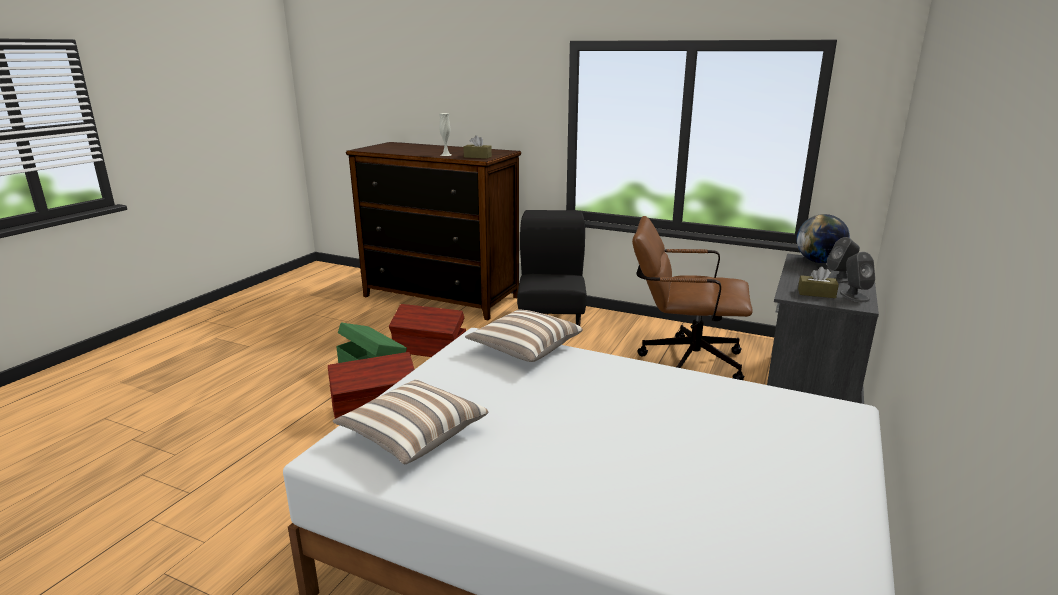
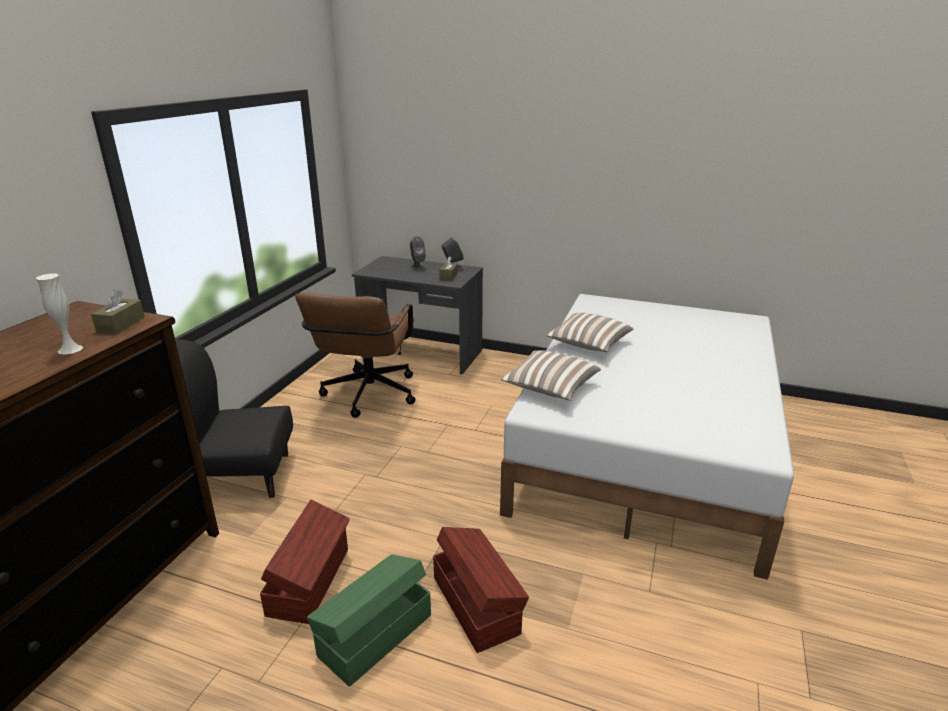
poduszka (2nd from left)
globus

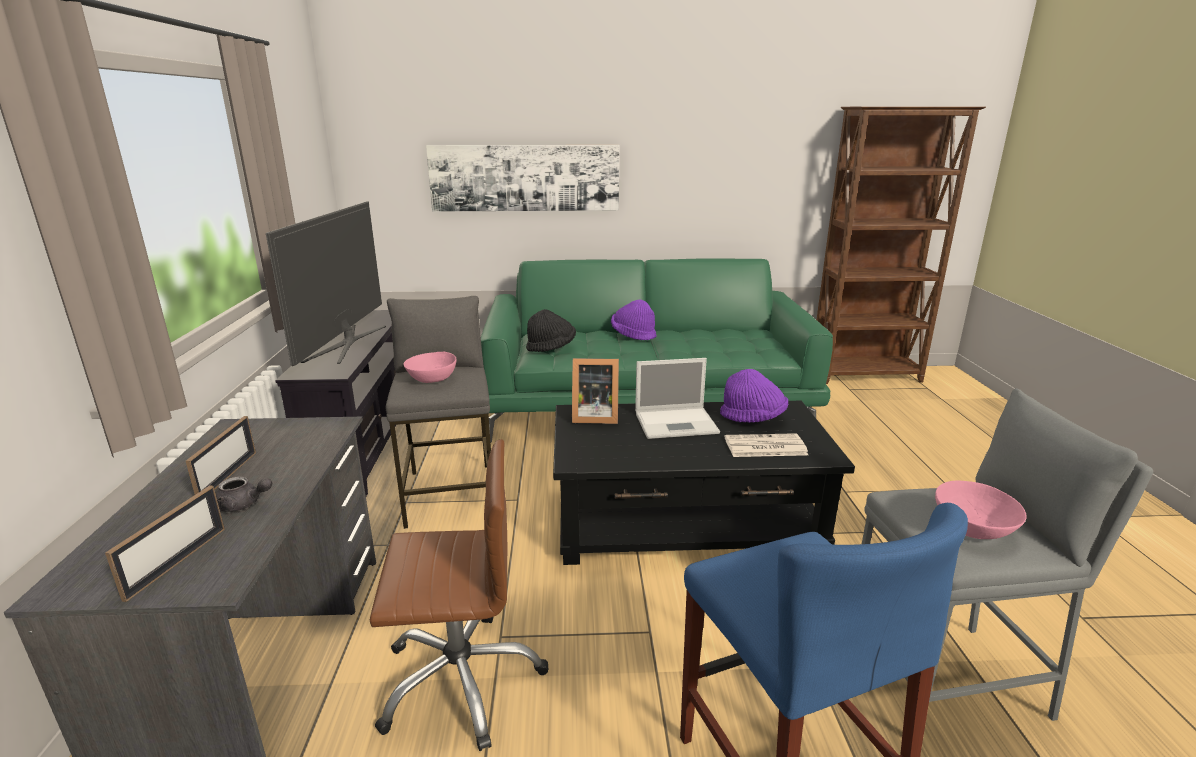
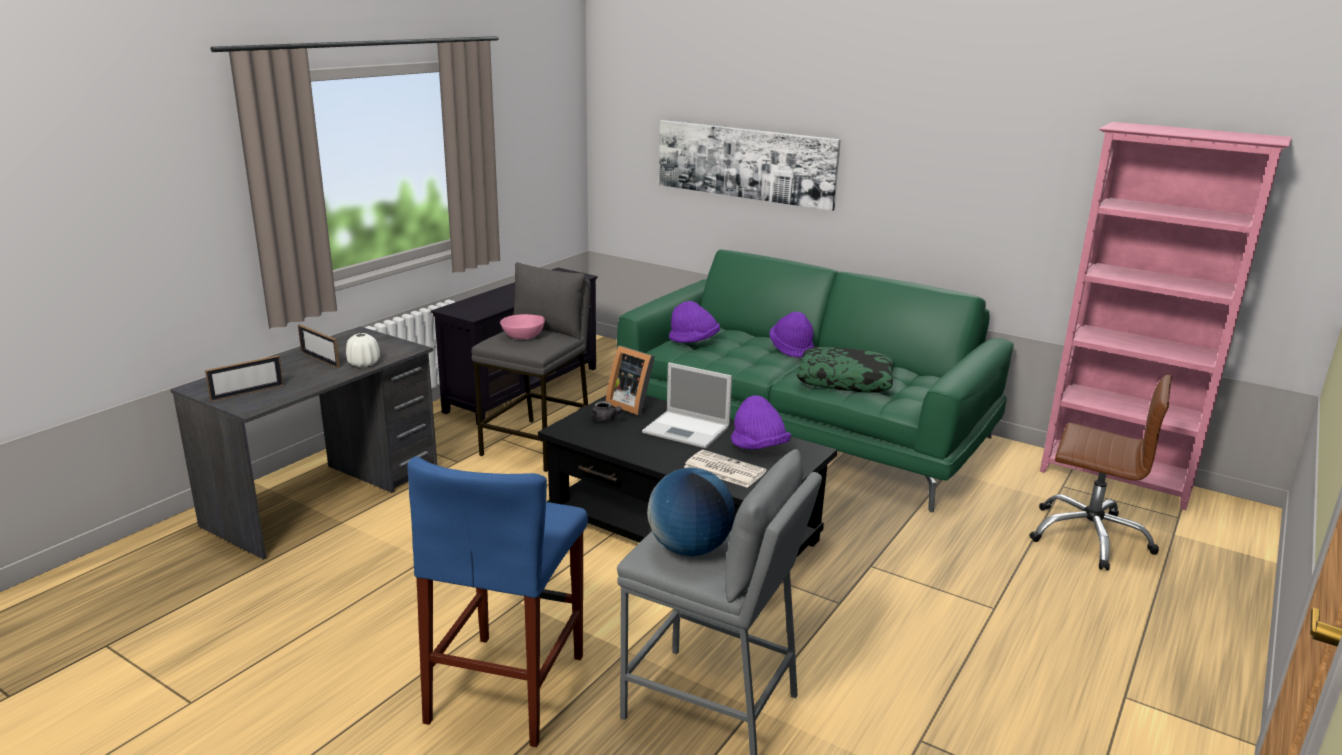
ramka na zdjęcie (2nd from left)
imbryk/szary
telewizor
krzesło biurowe/brązowy
kapelusz/fioletowy (1st from left)
regał/różowy
globus
wazon/biały
poduszka

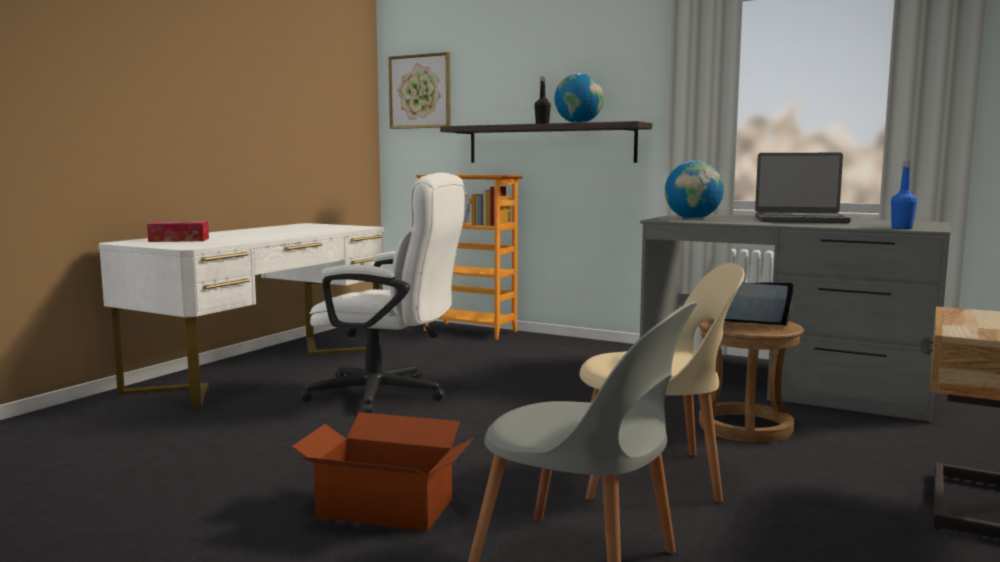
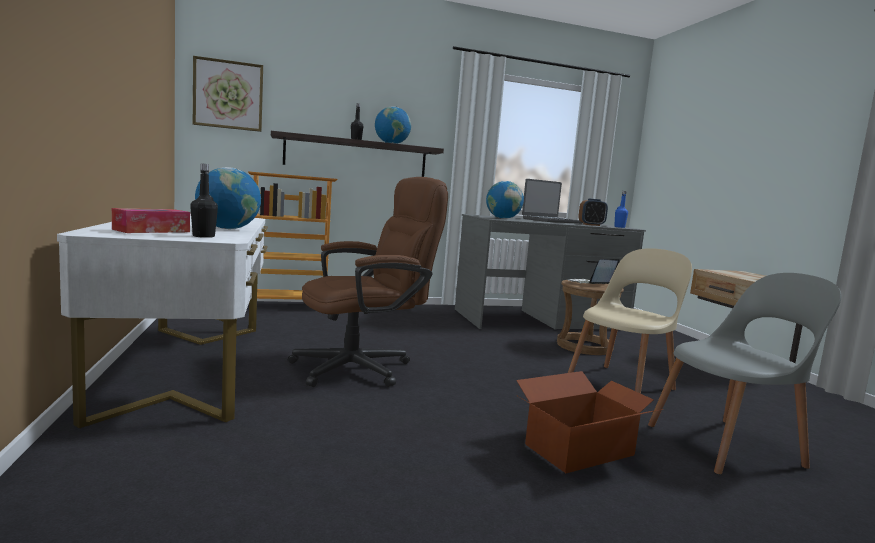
krzesło biurowe/brązowy
butelka/czarny (1st from left)
globus (1st from left)
budzik

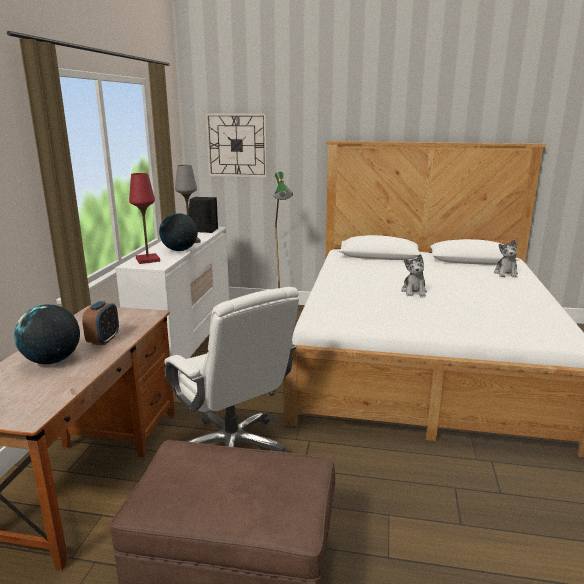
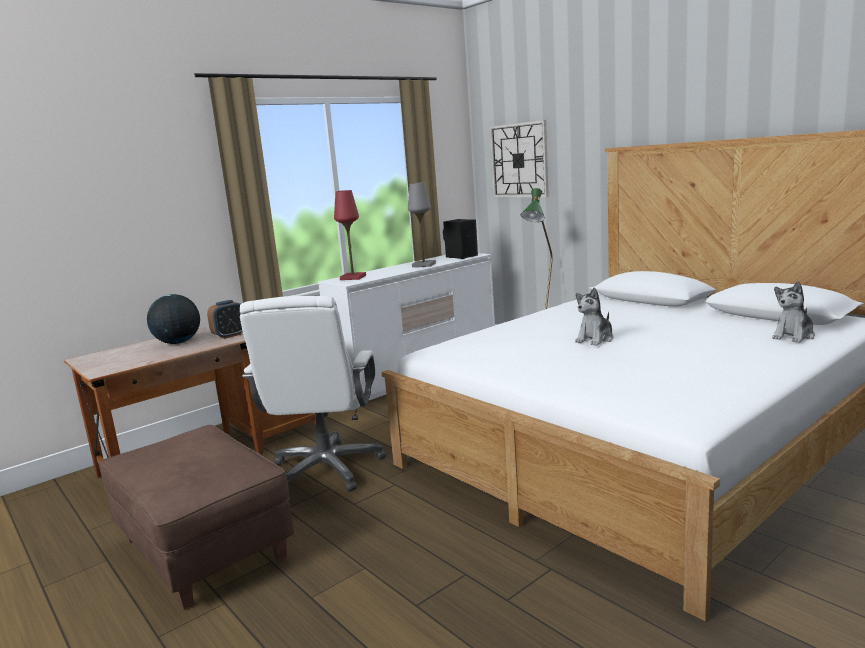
globus (2nd from left in the first image)

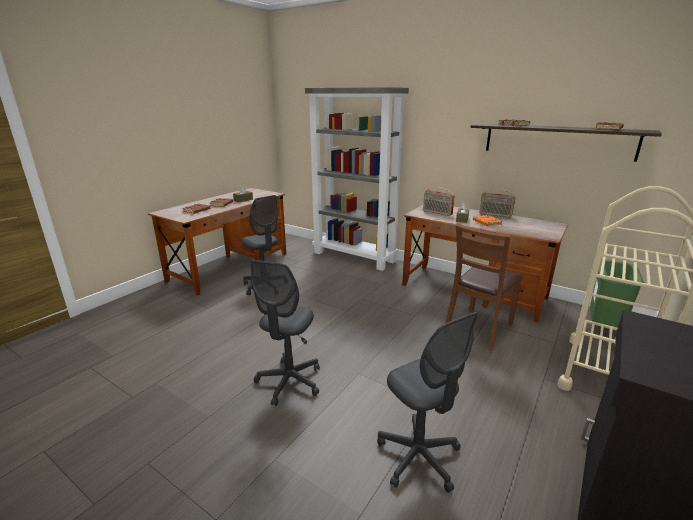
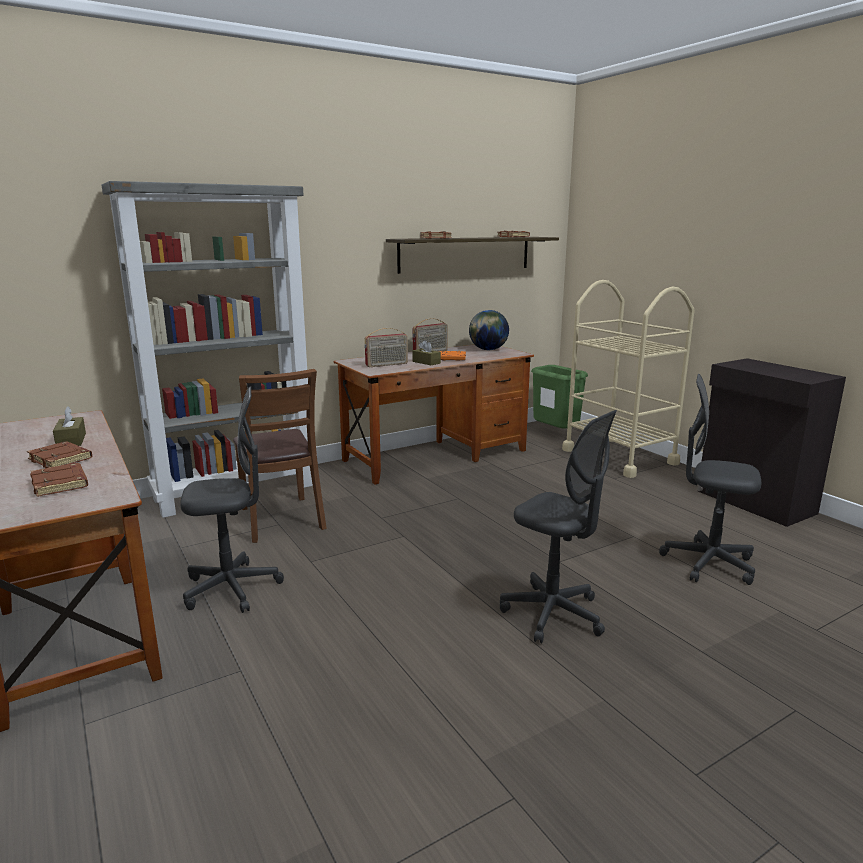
krzesło biurowe/szary (3rd from left)
krzesło/brązowy
globus

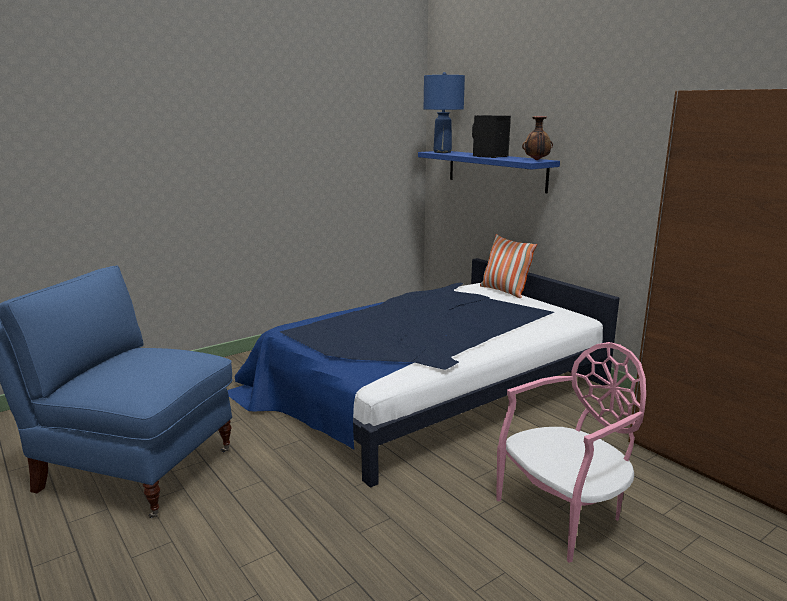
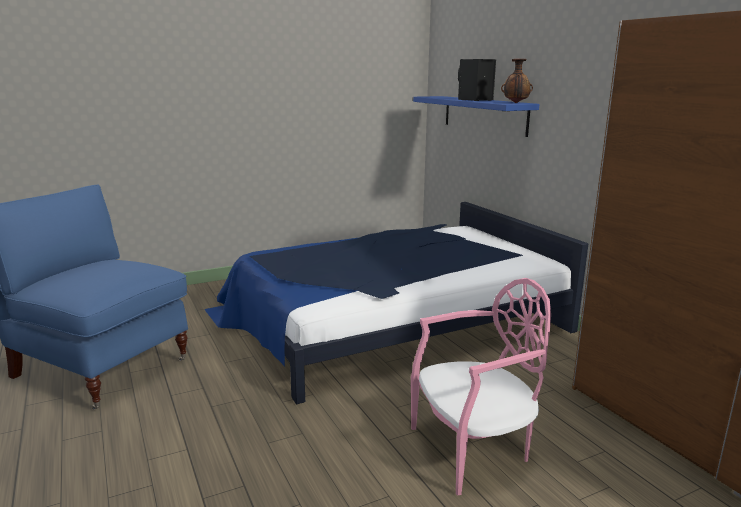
lampa stołowa/niebieski
poduszka

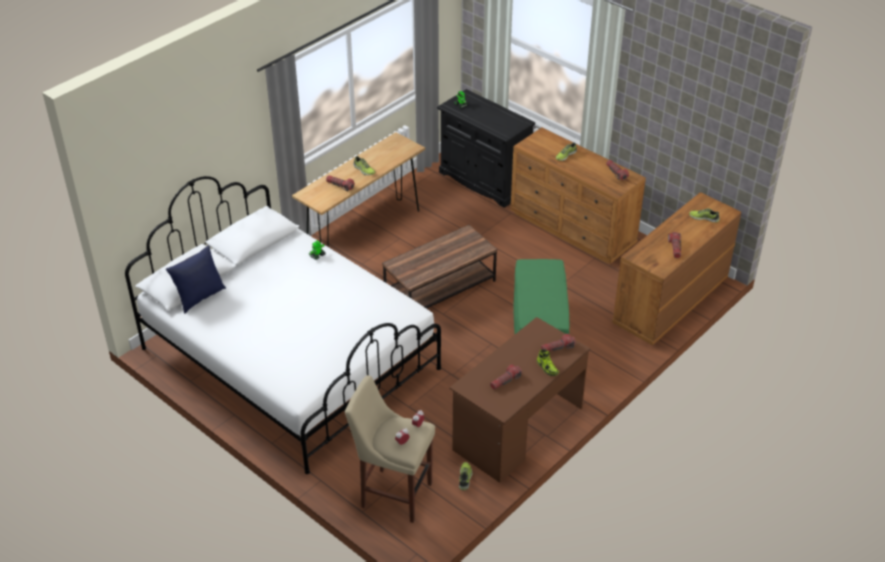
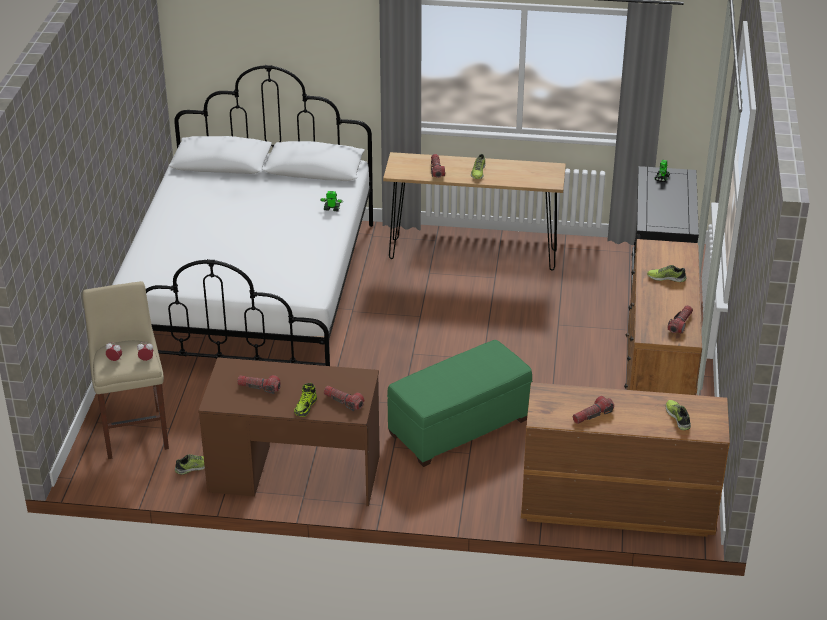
poduszka/niebieski
ława/brązowy

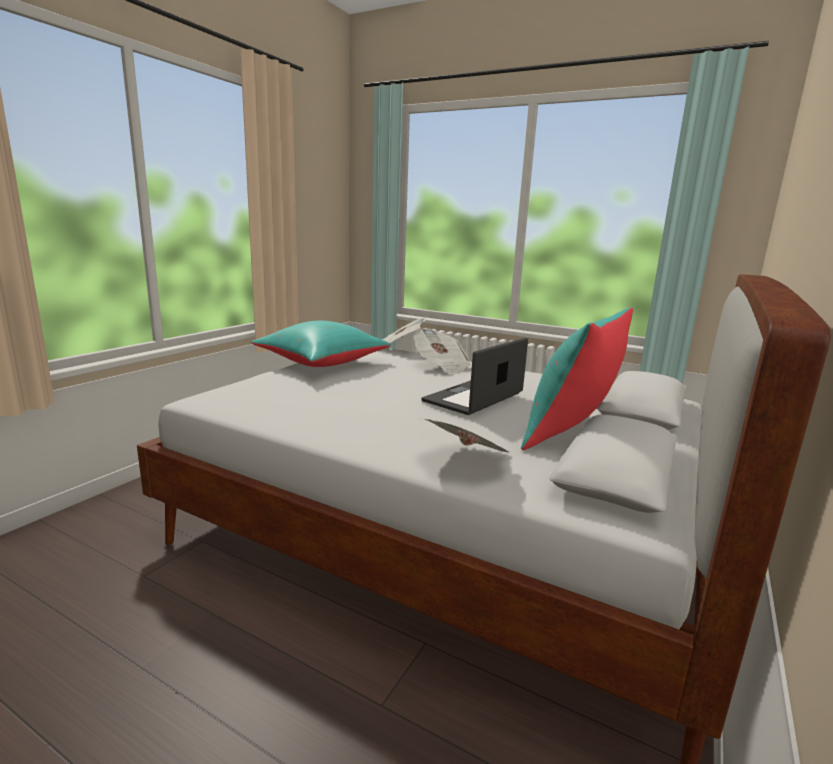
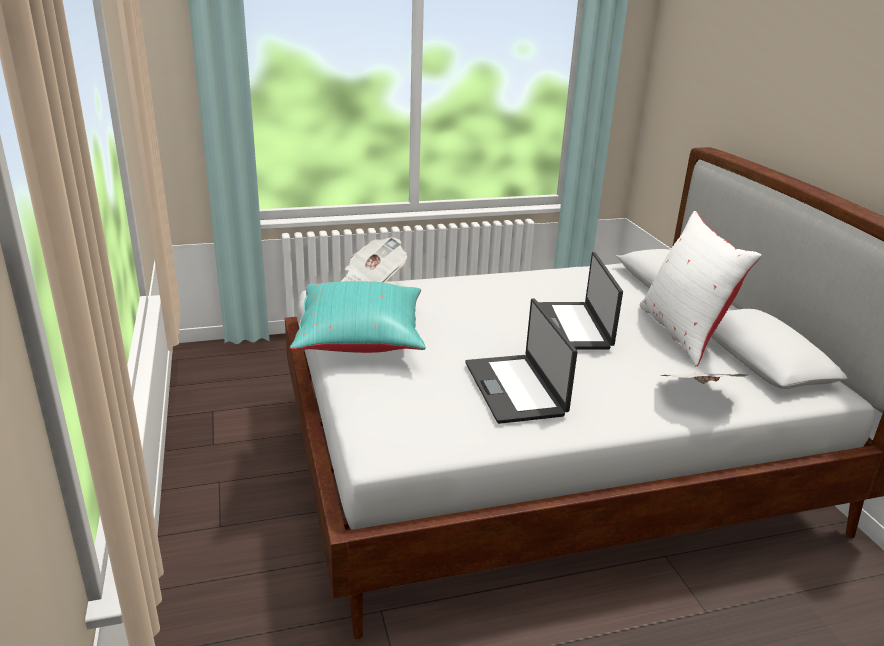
gazeta (2nd from left in the first image)
poduszka/biały
laptop (1st from left)

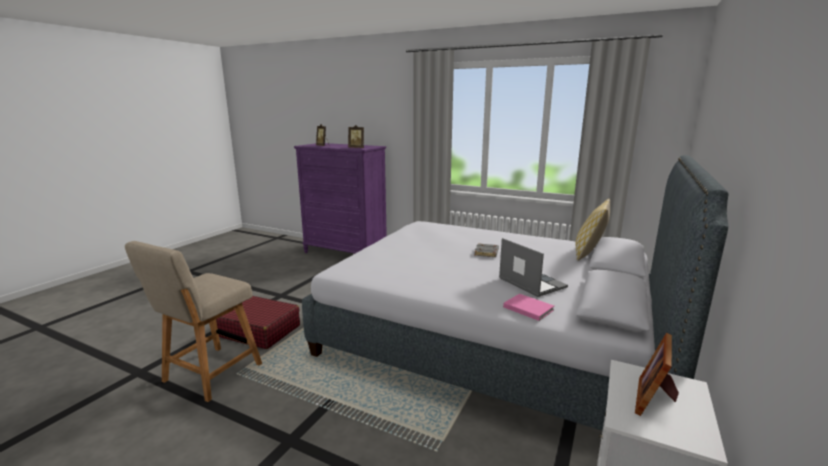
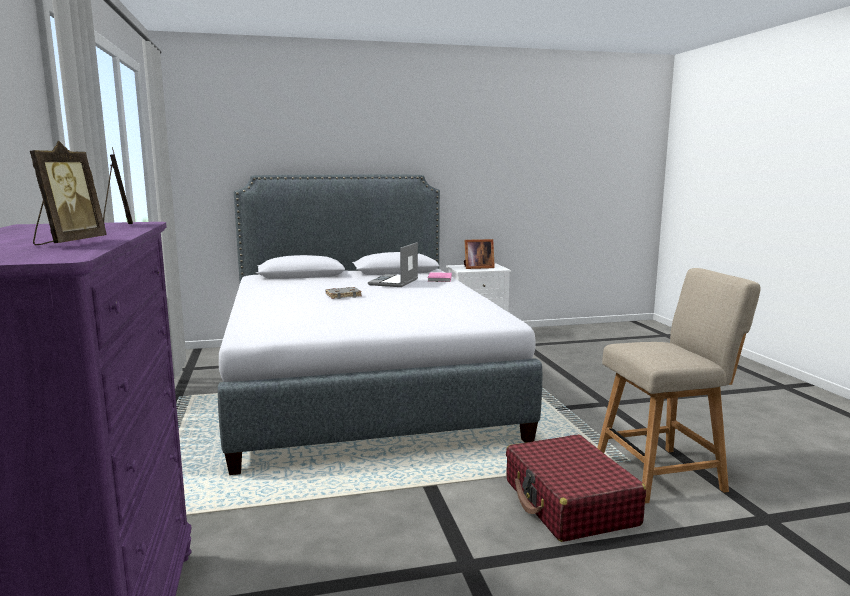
poduszka

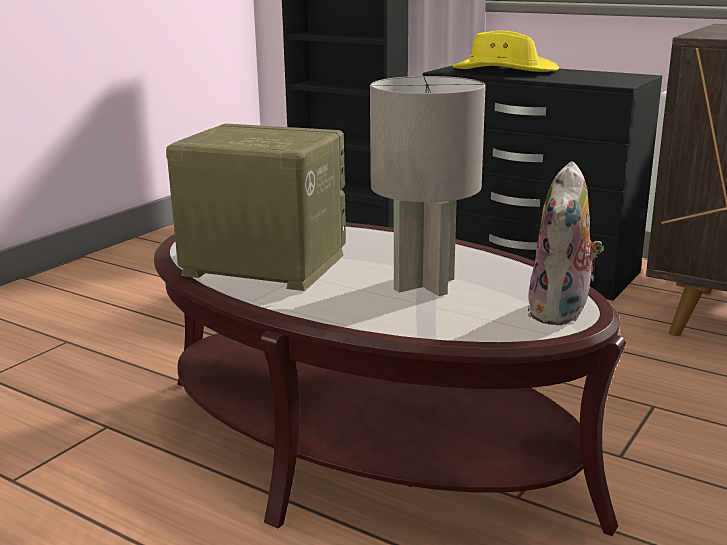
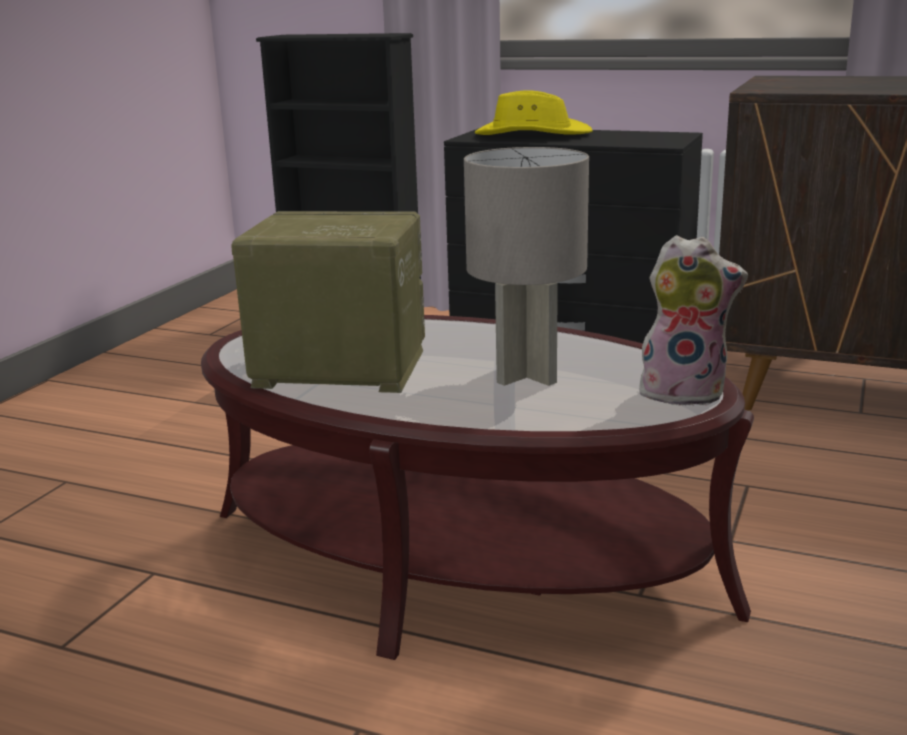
pluszak

